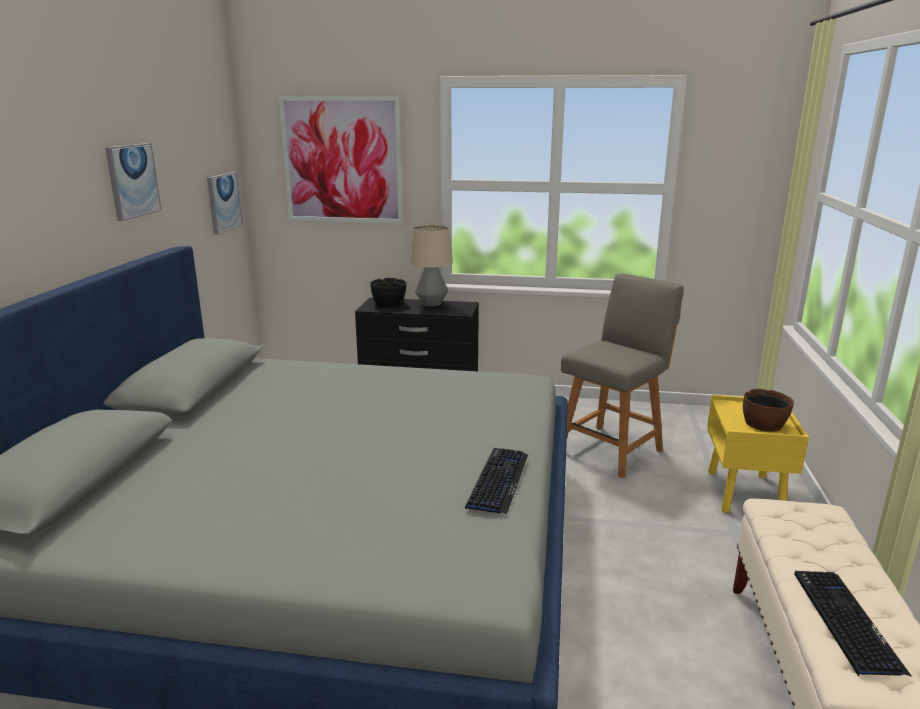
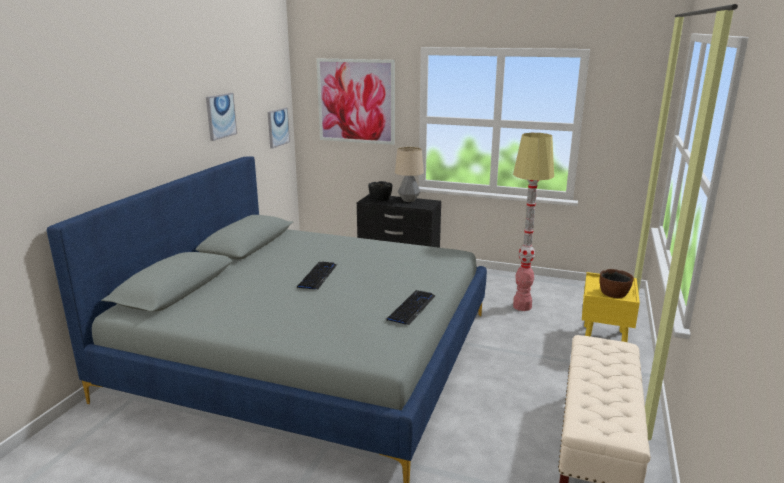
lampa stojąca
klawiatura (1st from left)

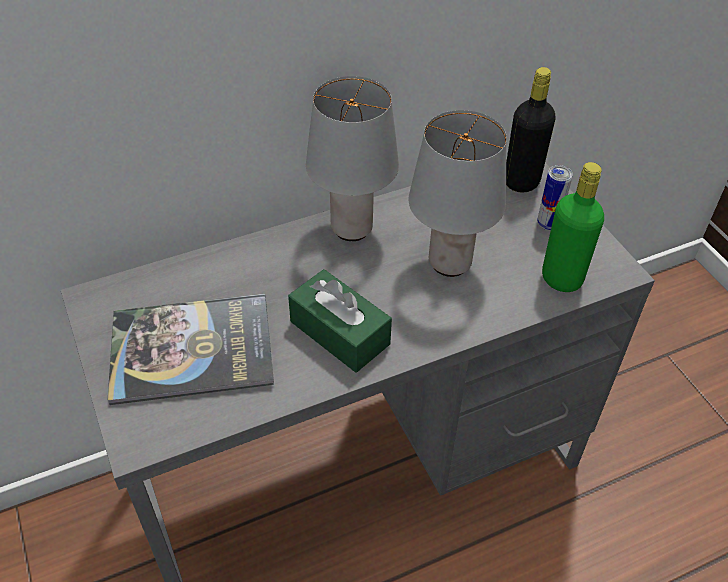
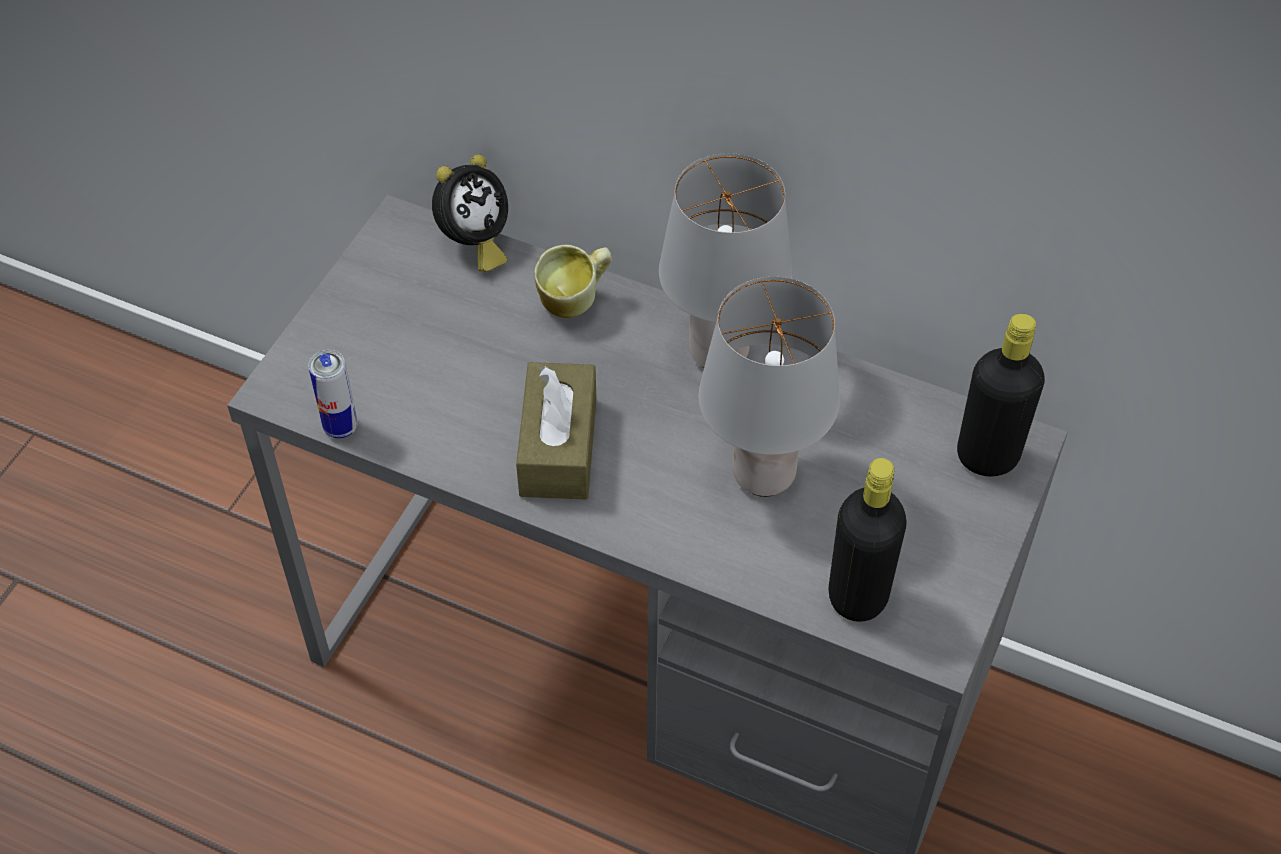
książka
pudełko chusteczek/brązowy
puszka
butelka/czarny (1st from left)
budzik
kubek

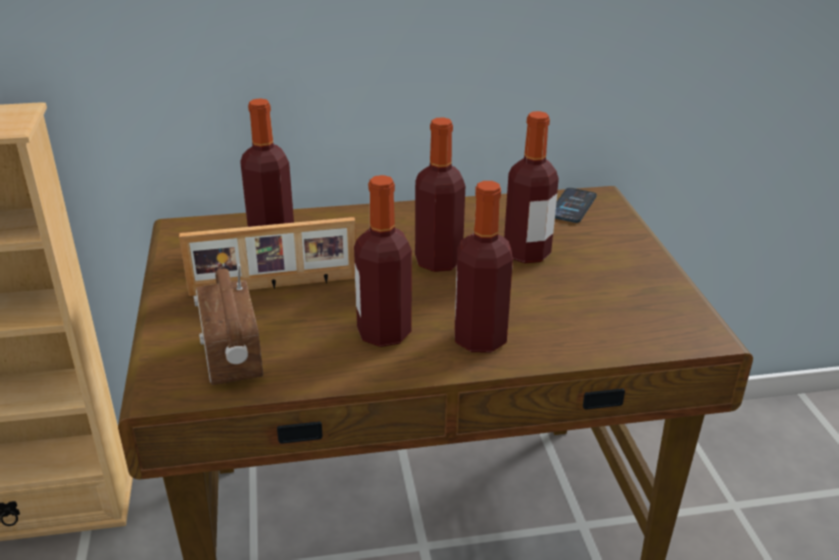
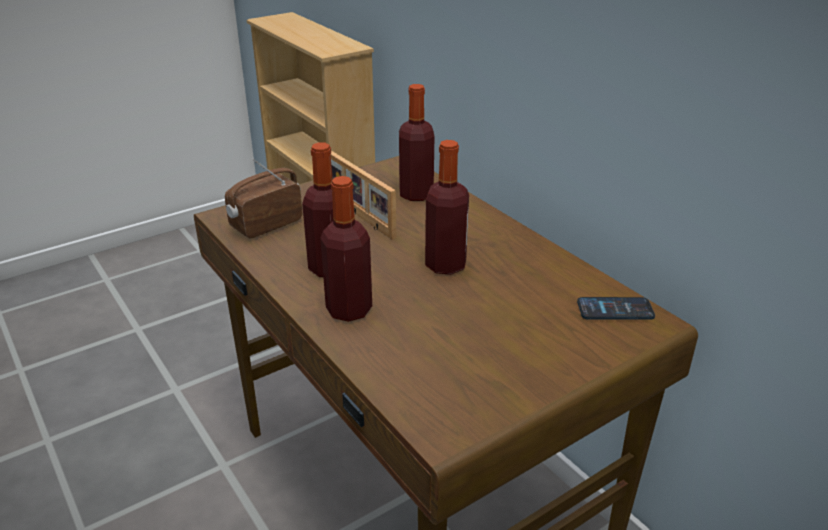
butelka (5th from left in the first image)

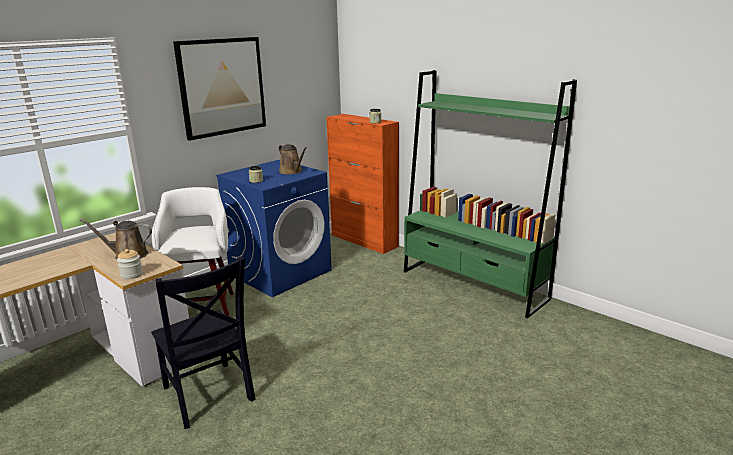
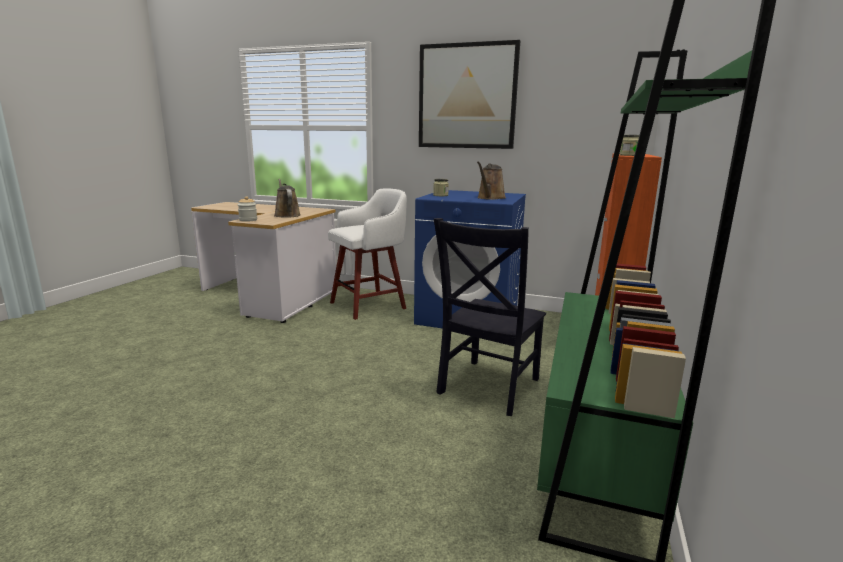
krzesło/czarny

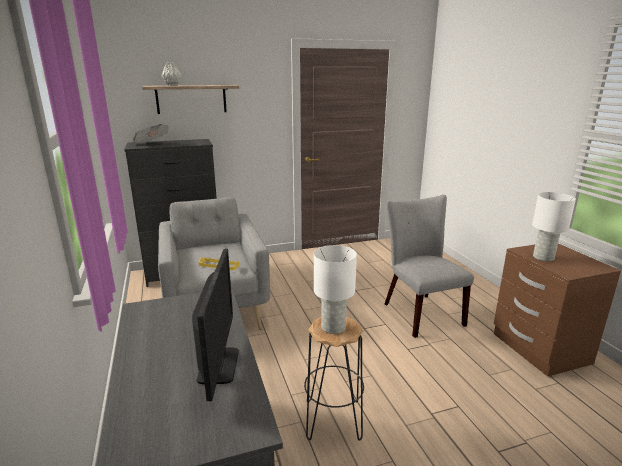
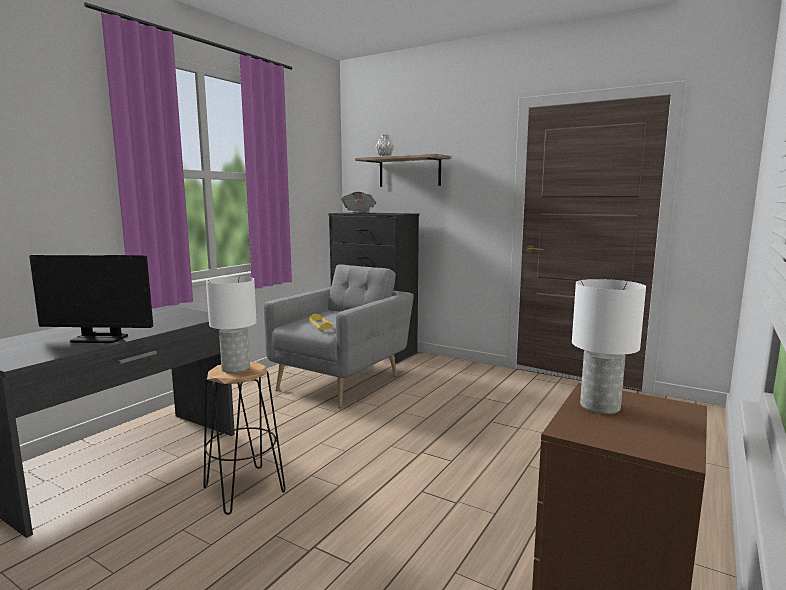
monitor
krzesło/szary

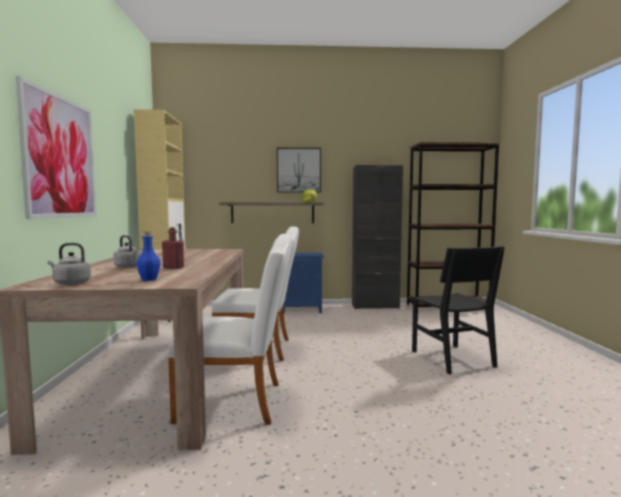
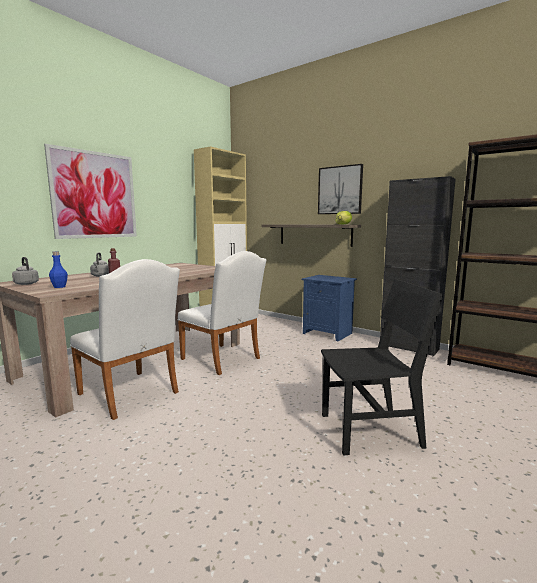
krzesło/czarny

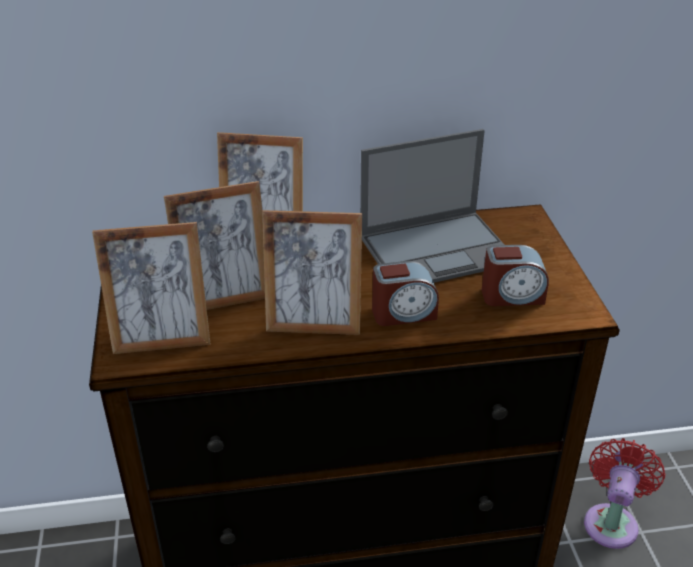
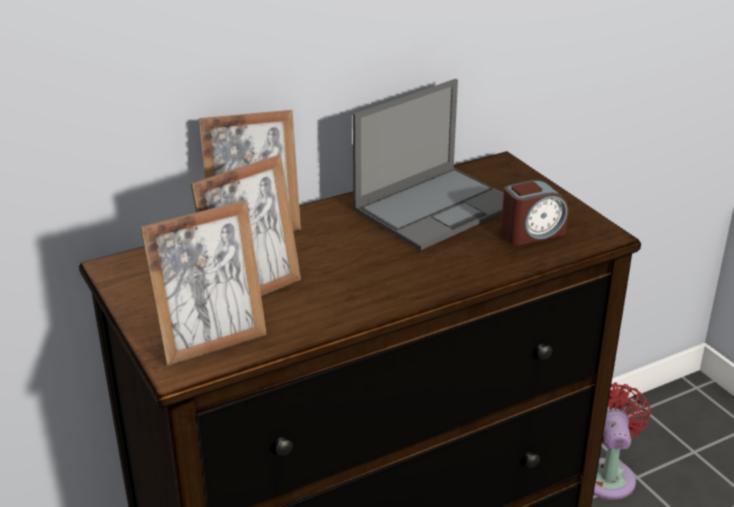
ramka na zdjęcie (4th from left in the first image)
budzik (1st from left in the first image)

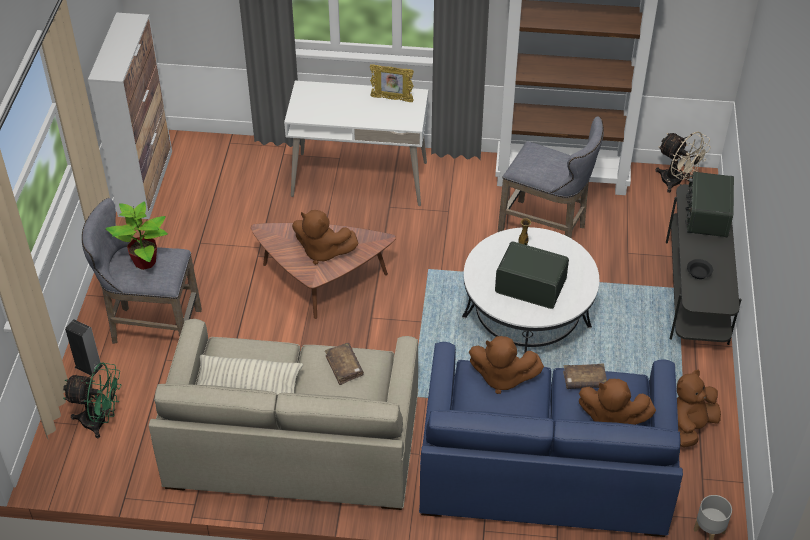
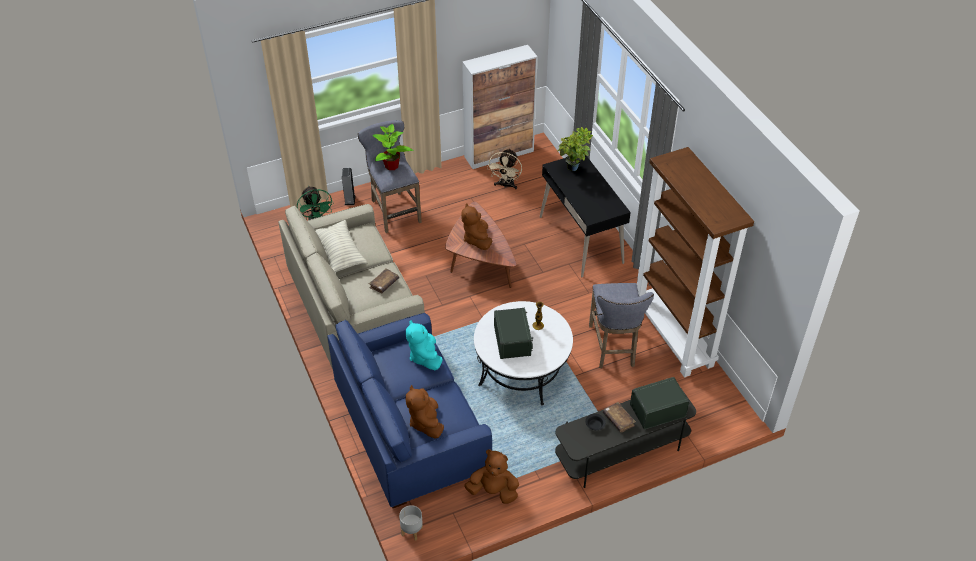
biurko/czarny
ramka na zdjęcie
pluszak/turkusowy
książka/brązowy (2nd from left)
wentylator/beżowy
roślina doniczkowa (2nd from left)

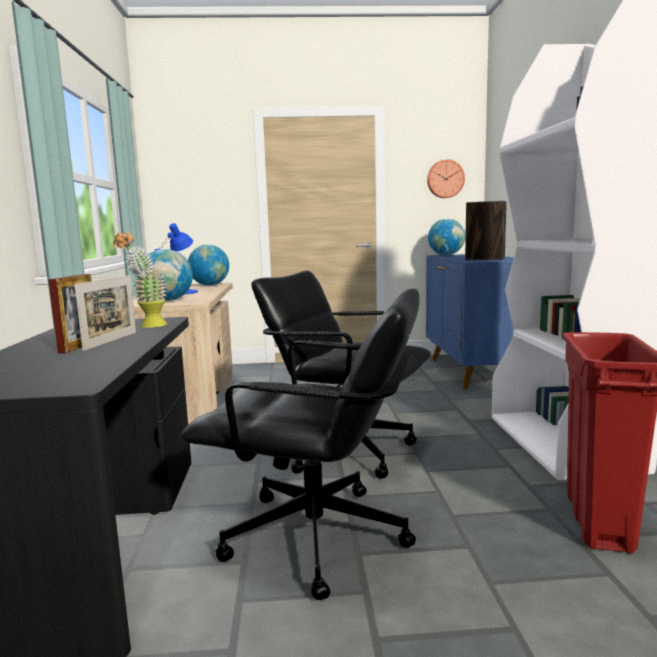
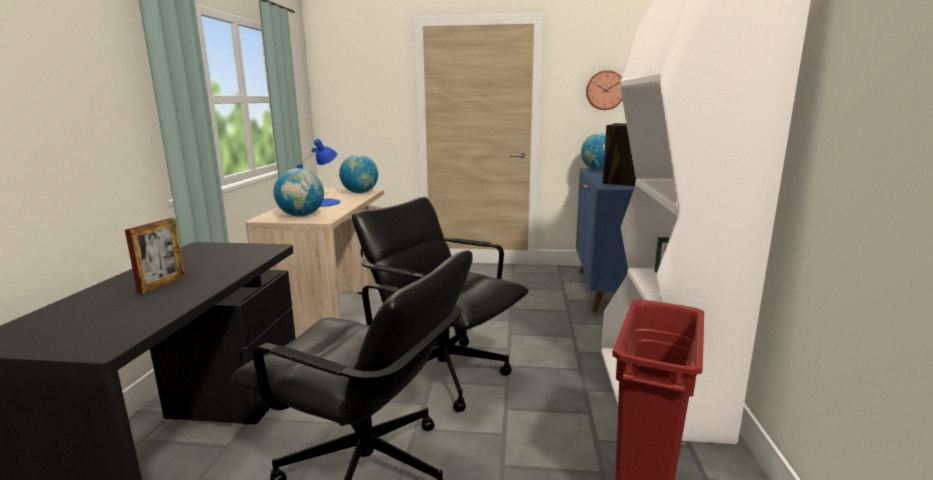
ramka na zdjęcie (2nd from left in the first image)
roślina doniczkowa

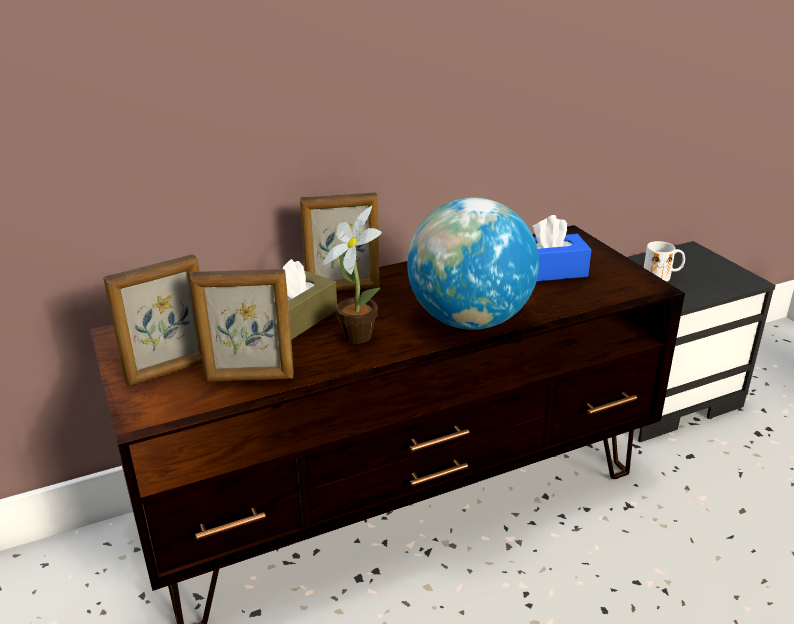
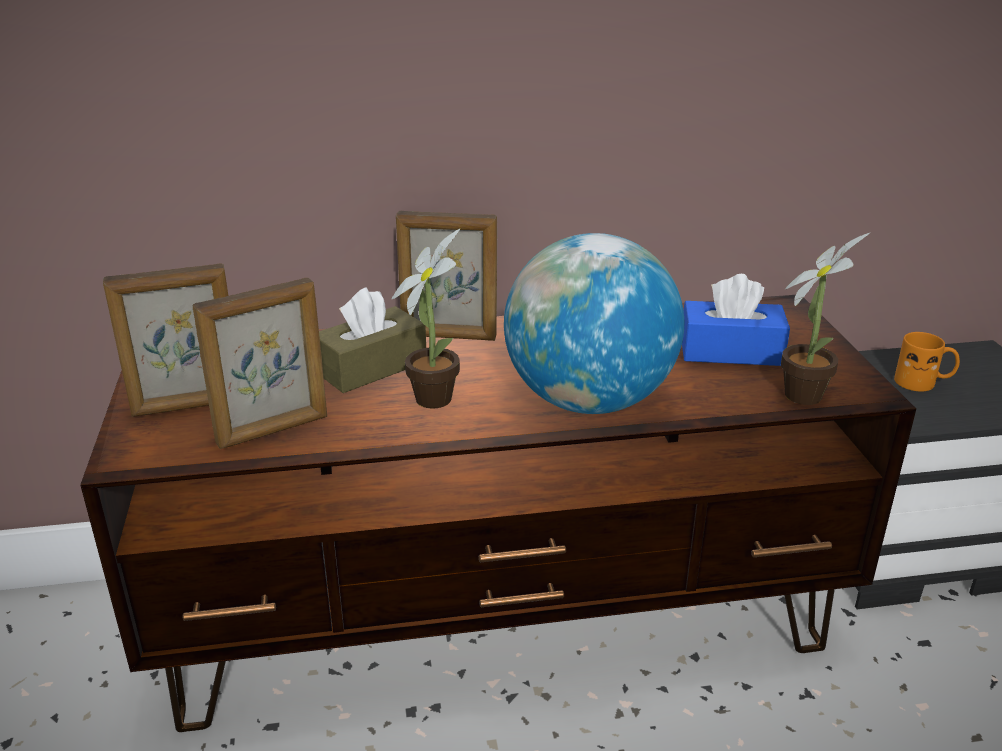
ramka na zdjęcie (2nd from left)
kubek/pomarańczowy
roślina doniczkowa (2nd from left)

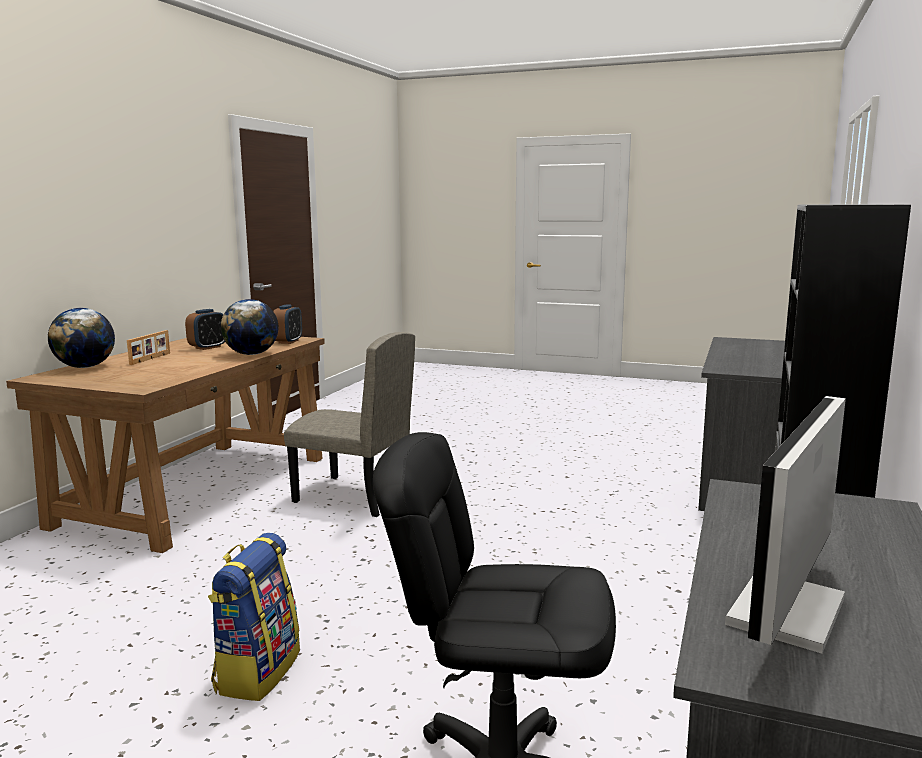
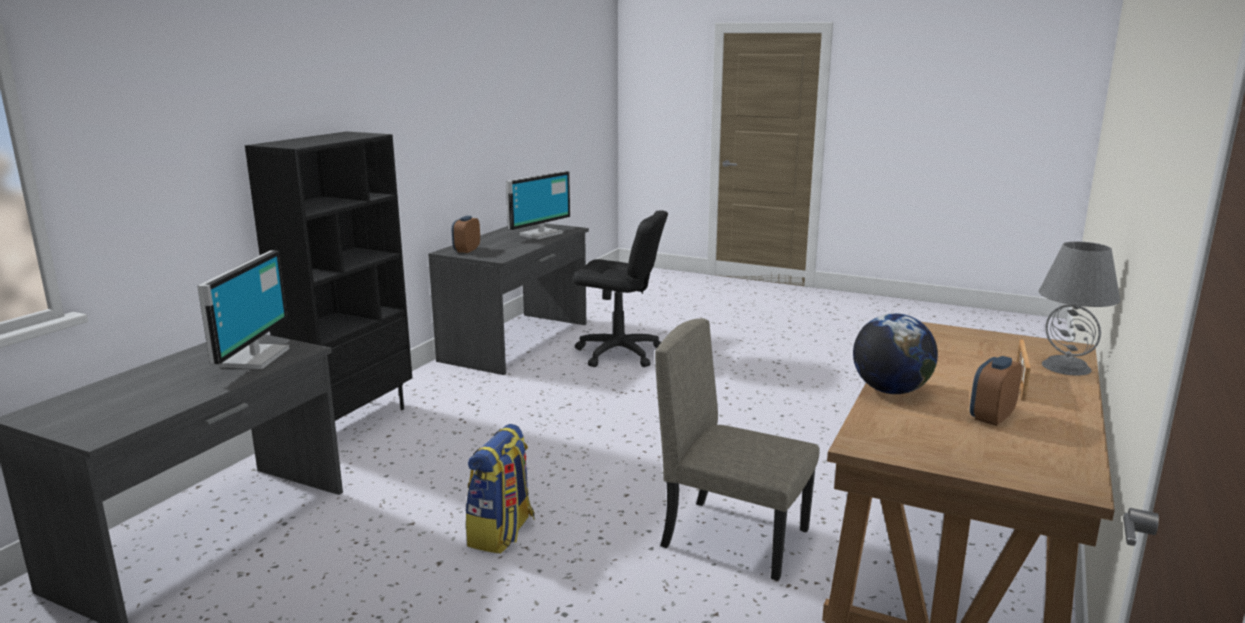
lampa stołowa/szary
plecak
budzik (1st from left)
monitor (1st from left)

